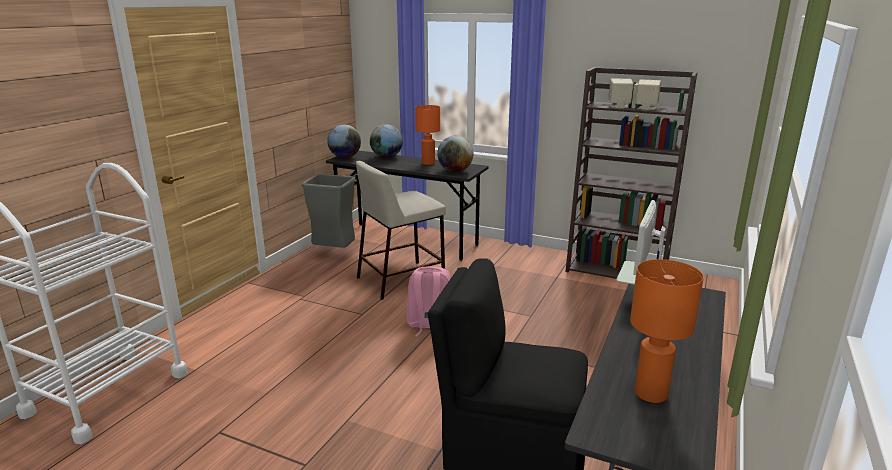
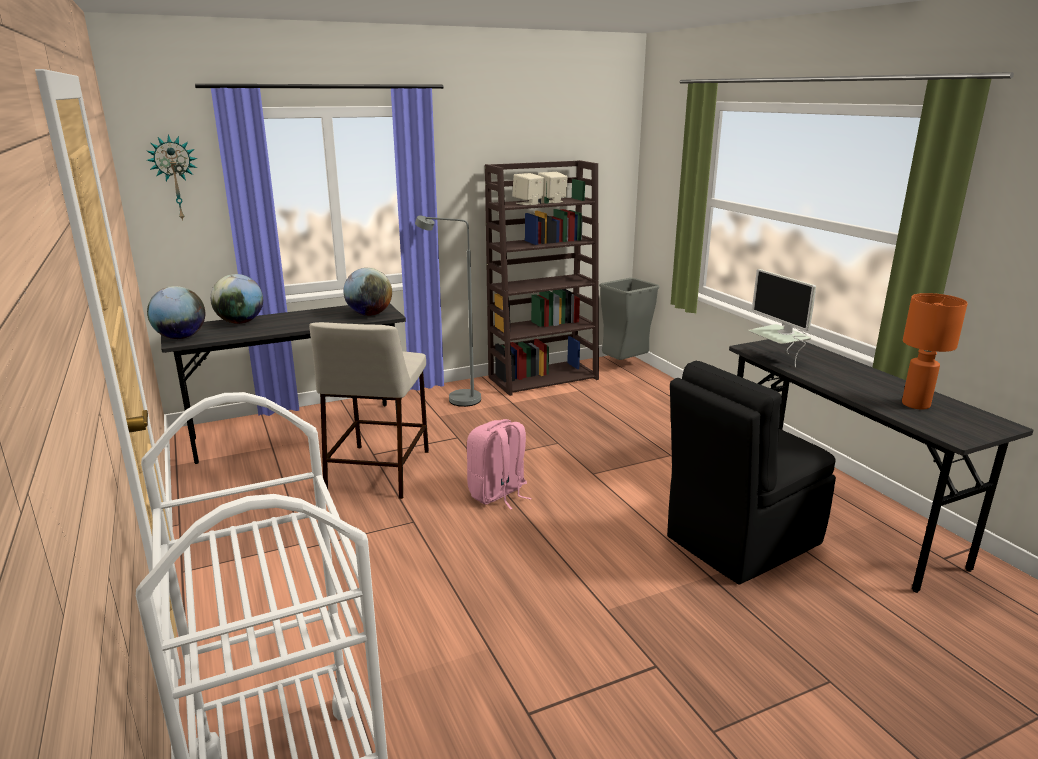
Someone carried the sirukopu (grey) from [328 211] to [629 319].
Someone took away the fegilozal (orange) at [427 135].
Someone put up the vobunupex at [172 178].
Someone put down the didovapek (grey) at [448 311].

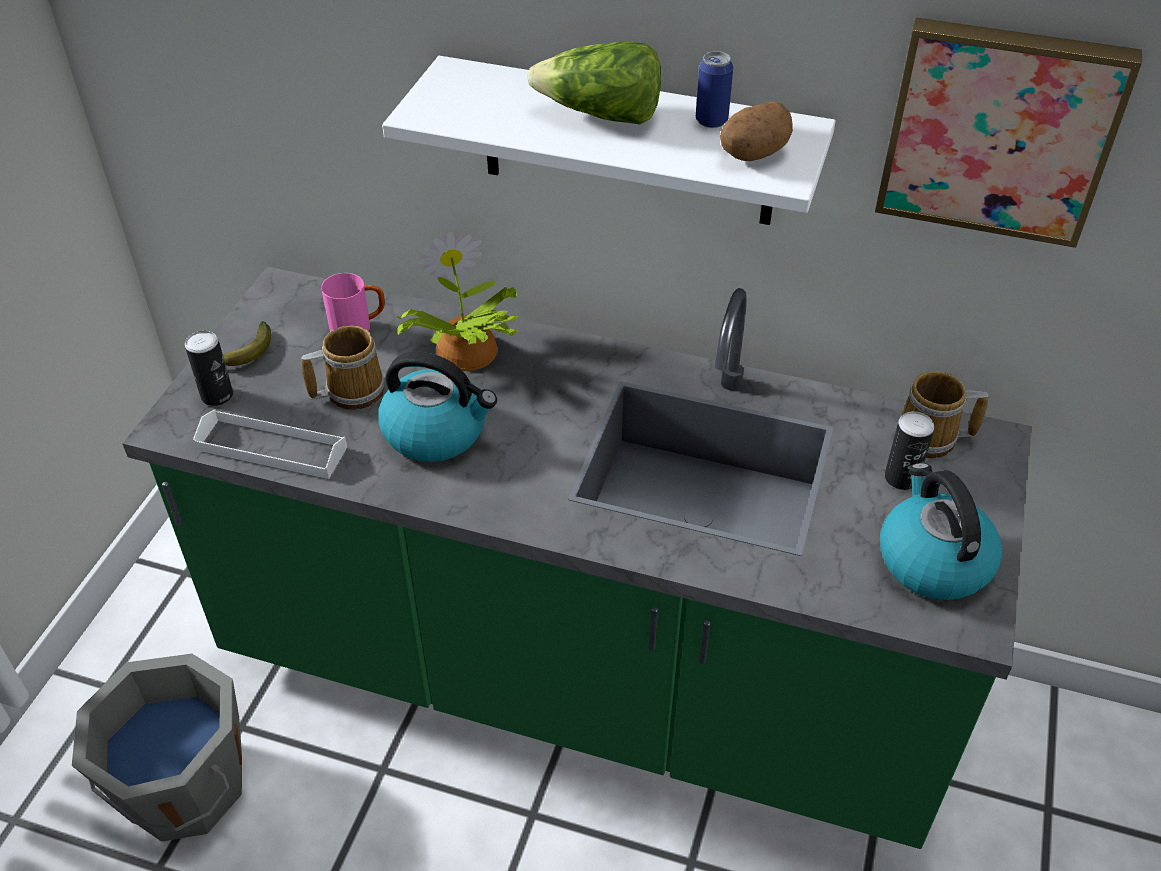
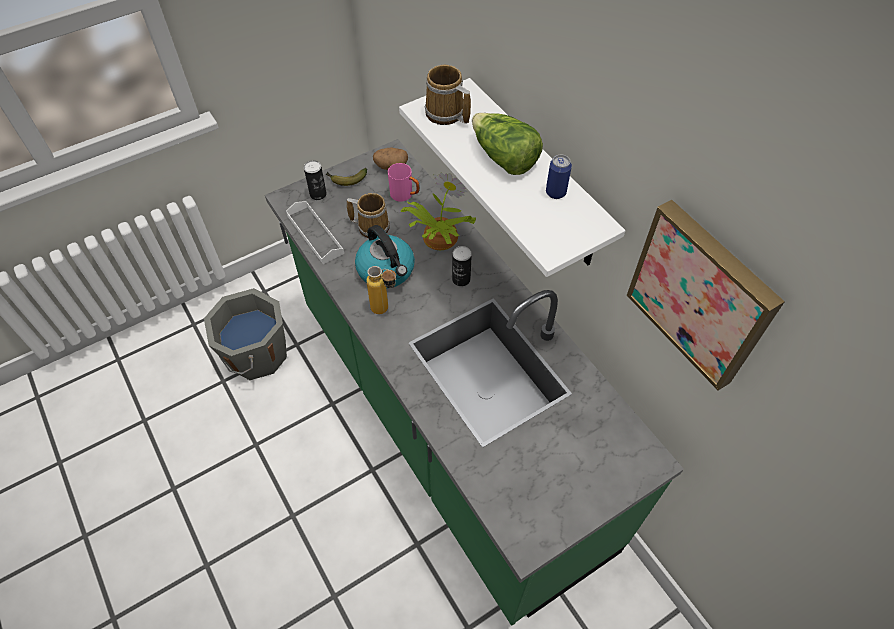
Someone carried the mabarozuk from [756 131] to [390 158].
Someone took away the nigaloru at [941 531].
Someone carried the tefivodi from [909 450] to [462 266].
Someone carried the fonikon from [943 414] to [448 95].
Someone put down the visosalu at [381 290].

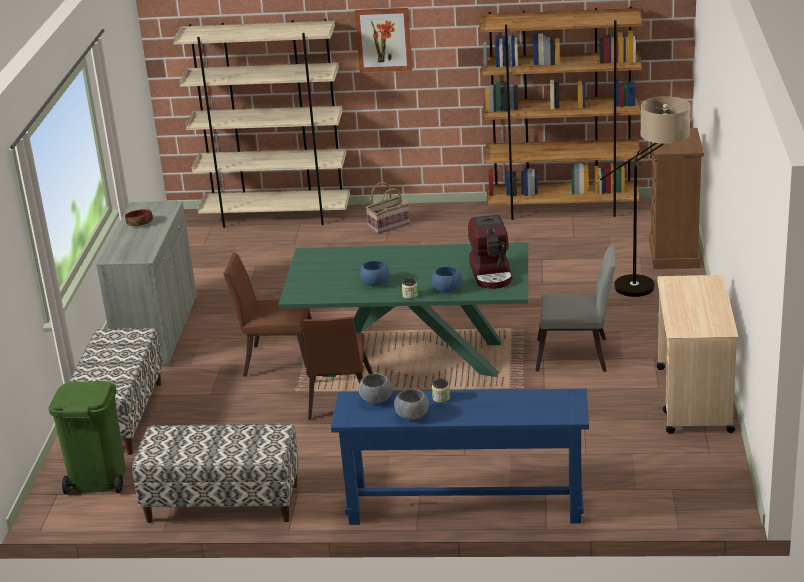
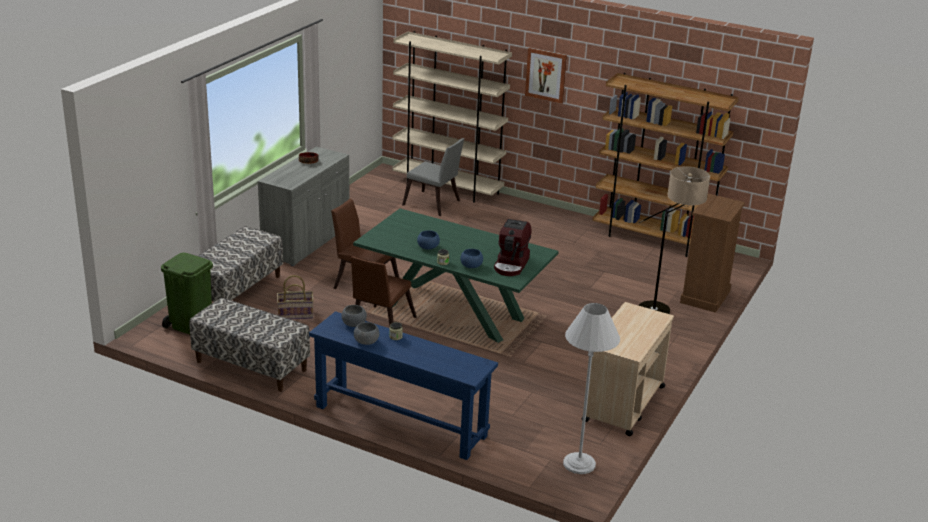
Someone carried the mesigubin from [388 208] to [295 297].
Someone carried the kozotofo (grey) from [575 308] to [433 177].
Someone put down the didovapek (white) at [591 388].

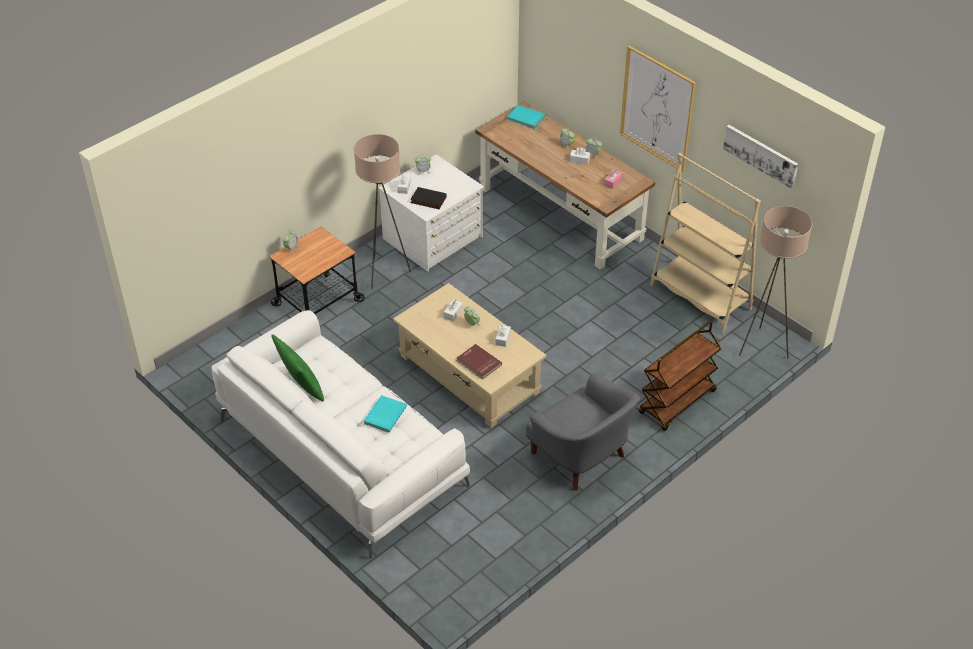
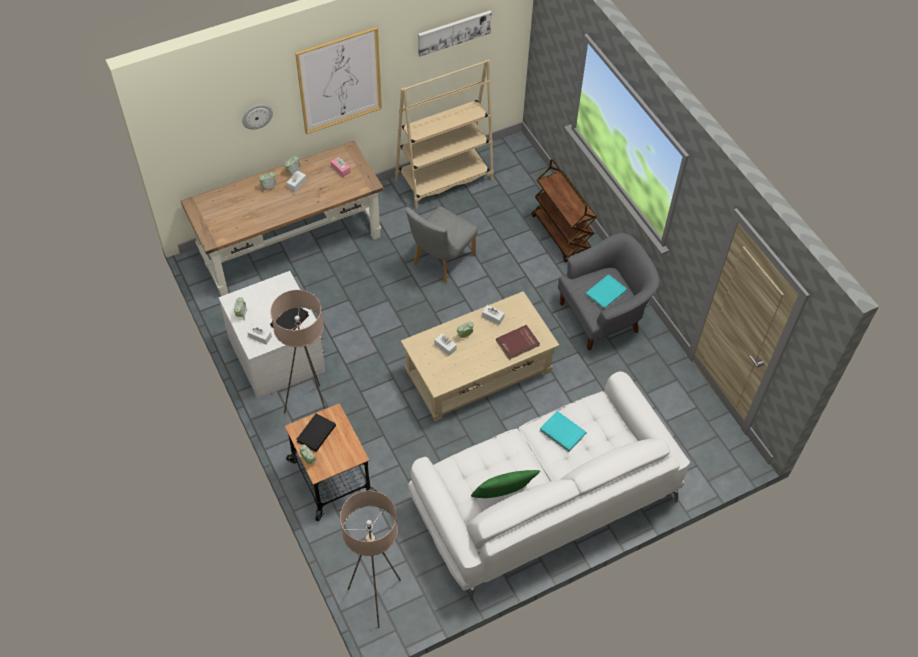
Someone carried the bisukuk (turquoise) from [526 117] to [606 292].
Someone carried the didovapek (beige) from [775 282] to [370 559].
Someone put up the vobunupex at [257 117].
Someone put down the bisukuk (black) at [316 432].
Someone put down the kozotofo (grey) at [441 244].

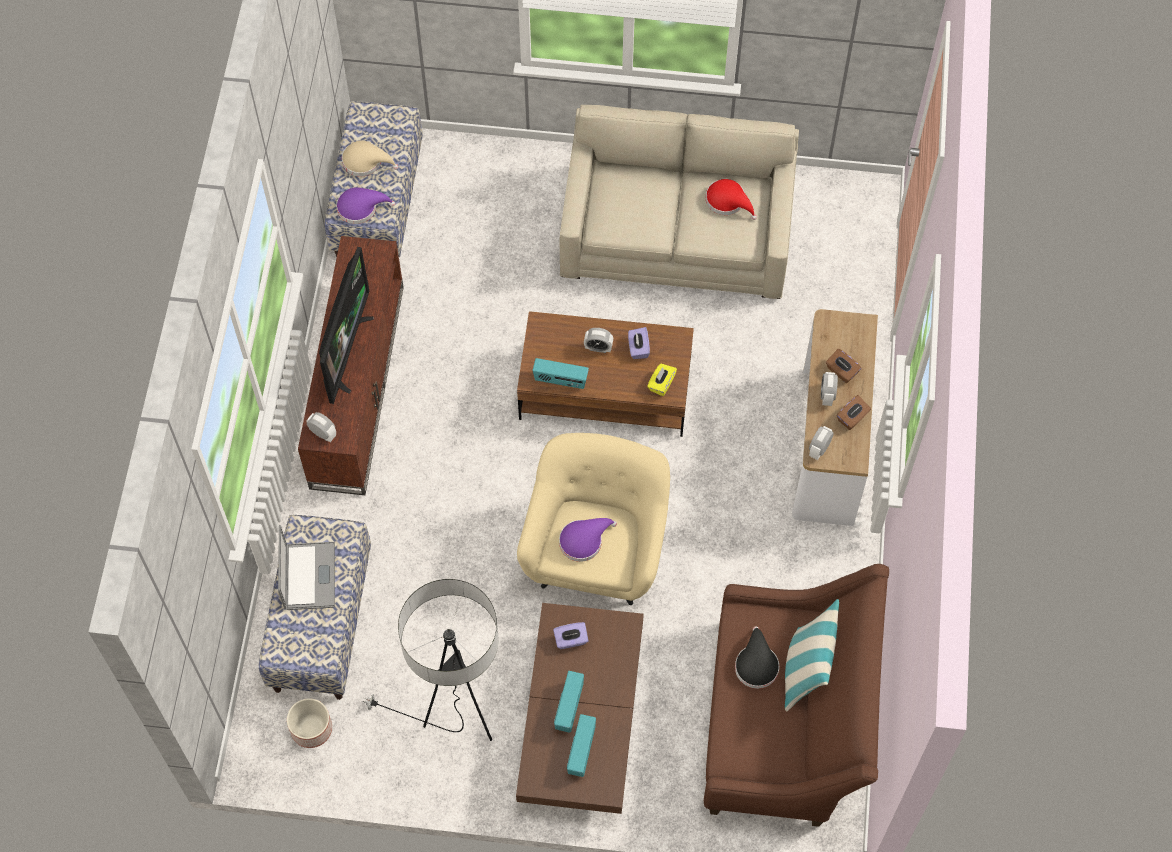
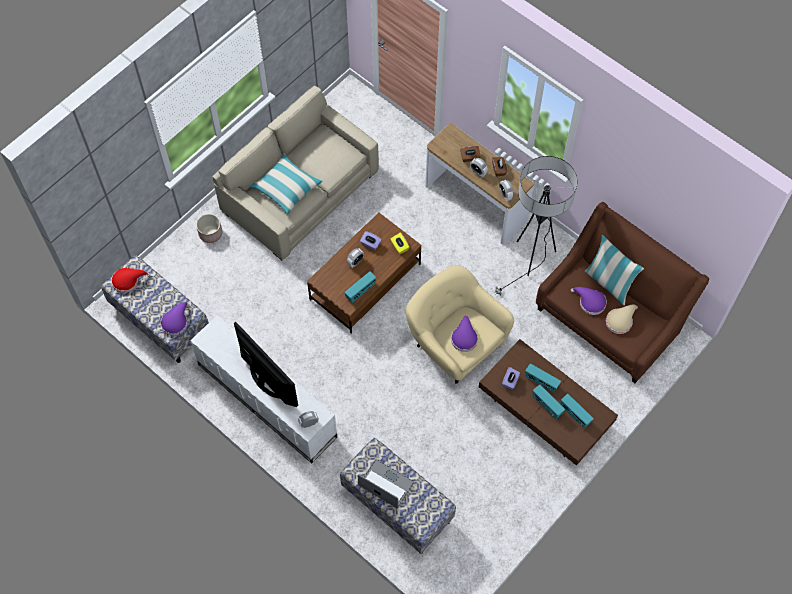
Someone carried the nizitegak from [309 723] to [209 228].
Someone repainted the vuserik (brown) at [351 365], which became the vuserik (white) at [263 389].
Someone carried the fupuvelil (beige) from [370 158] to [622 319].
Someone carried the didovapek from [430 660] to [536 226].
Someone carried the fupuvelil (red) from [731 199] to [130 280].
Someone repainted the fupuvelil (black) at [757 657], which became the fupuvelil (purple) at [589 301].
Someone put down the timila at [286 183].
Someone put down the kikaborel at [543 378].

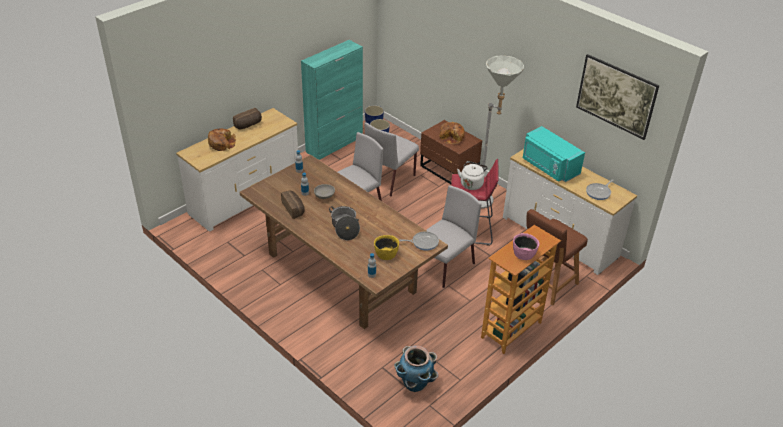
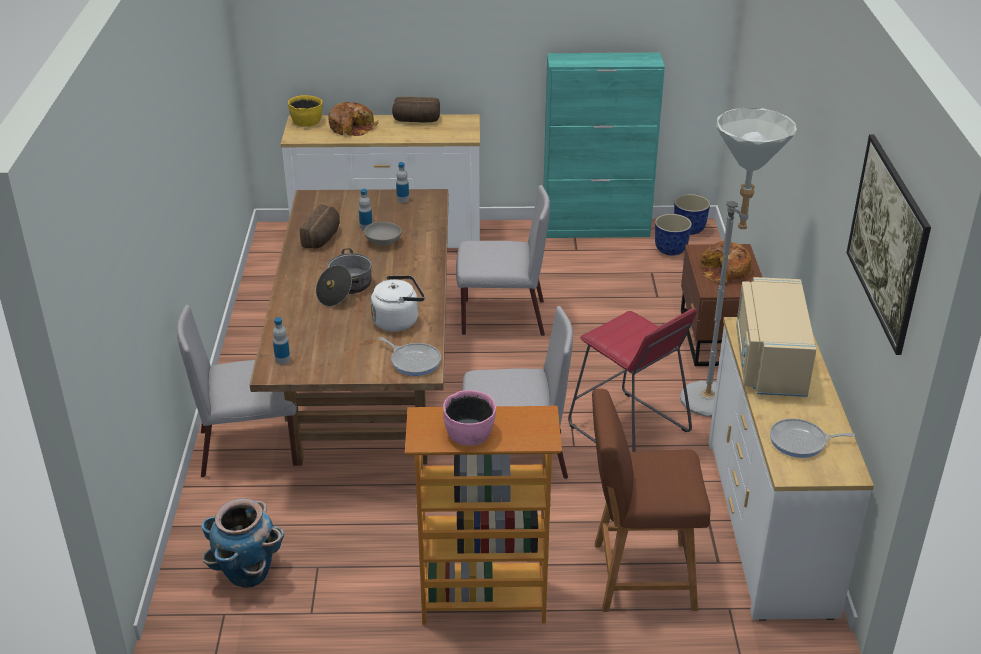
Someone carried the kozotofo (grey) from [391 159] to [237 391].
Someone carried the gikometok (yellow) from [386 247] to [305 111].
Someone carried the nigaloru (white) from [472 175] to [398 303].
Someone repainted the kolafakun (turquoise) at [554 154], which became the kolafakun (beige) at [776 337].

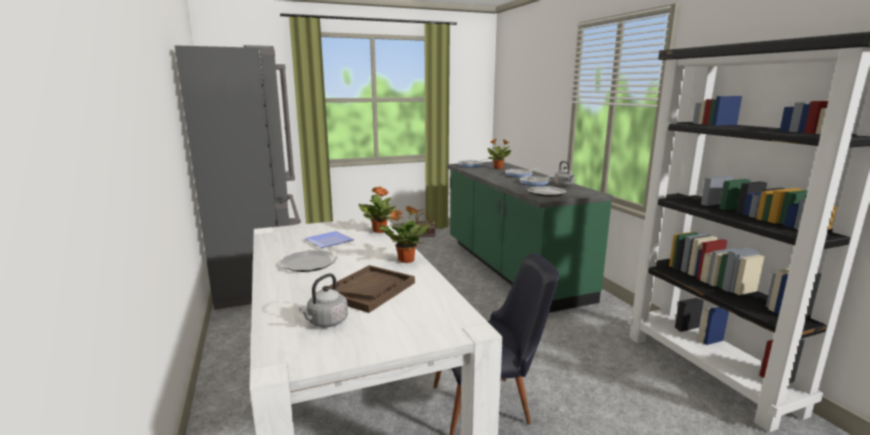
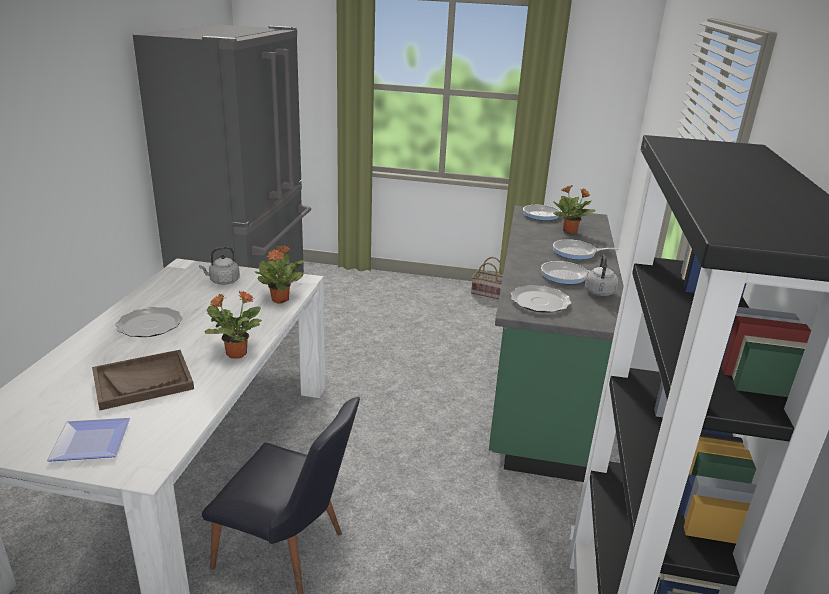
Someone carried the nigaloru (grey) from [323 300] to [219 266].
Someone carried the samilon from [329 239] to [88 440].

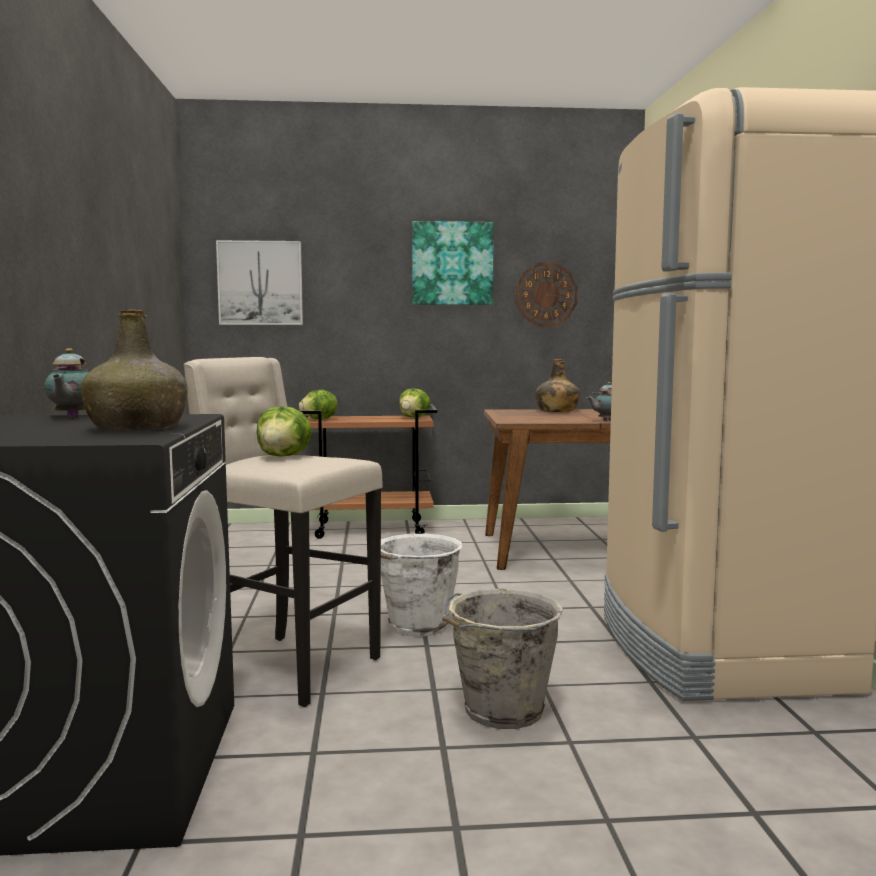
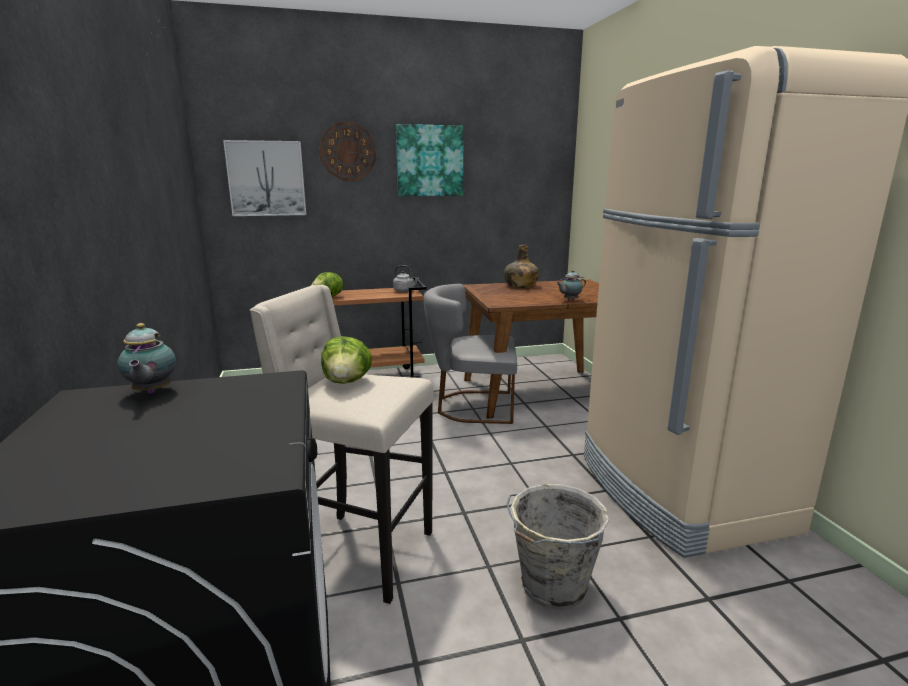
Someone took away the visosalu (green) at [134 370].
Someone took away the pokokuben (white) at [421 585].
Someone swapped the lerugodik at [414 403] for the nigaloru (grey) at [406 278].
Someone carried the vobunupex from [546 295] to [348 151].
Someone put down the kozotofo (grey) at [470 354].

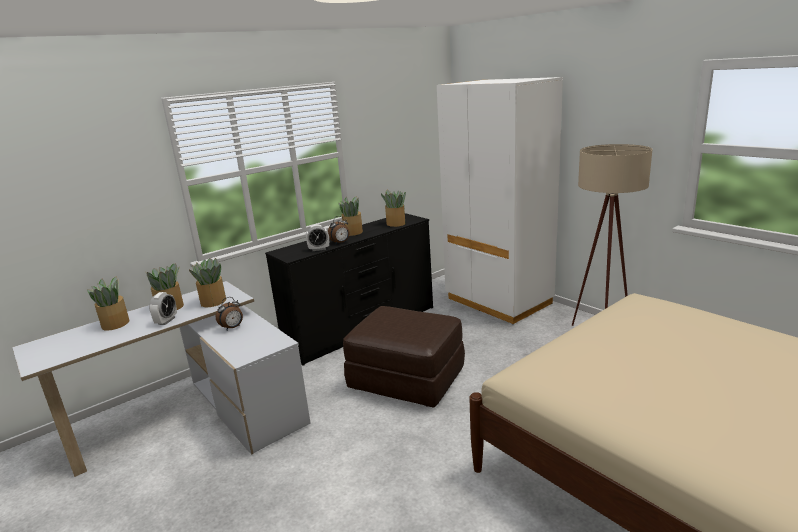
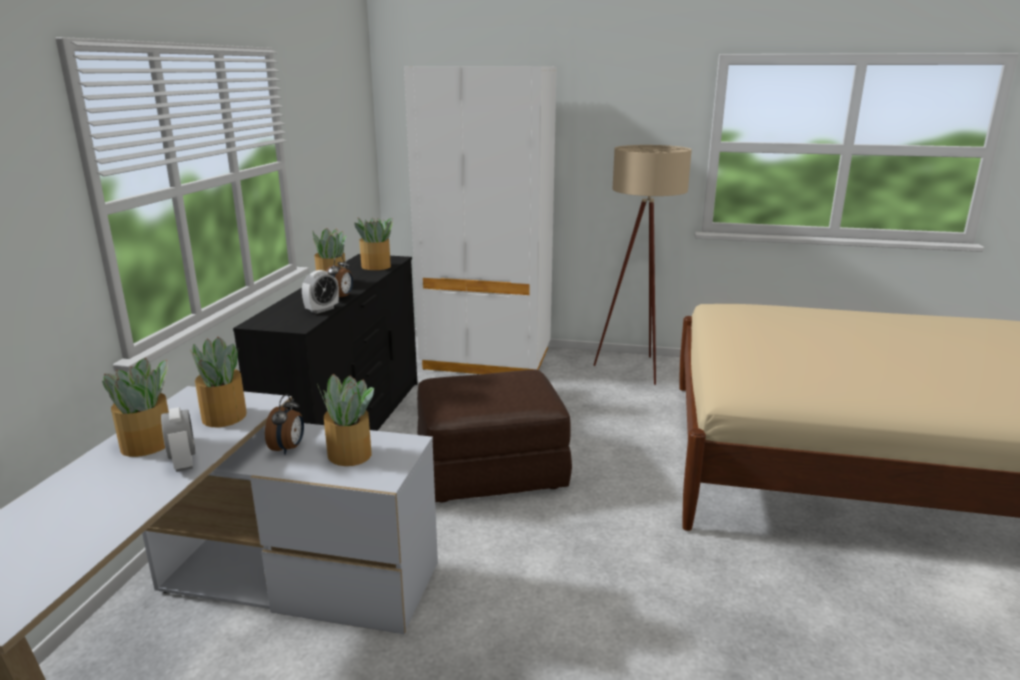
Someone carried the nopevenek from [108 303] to [345 420].

